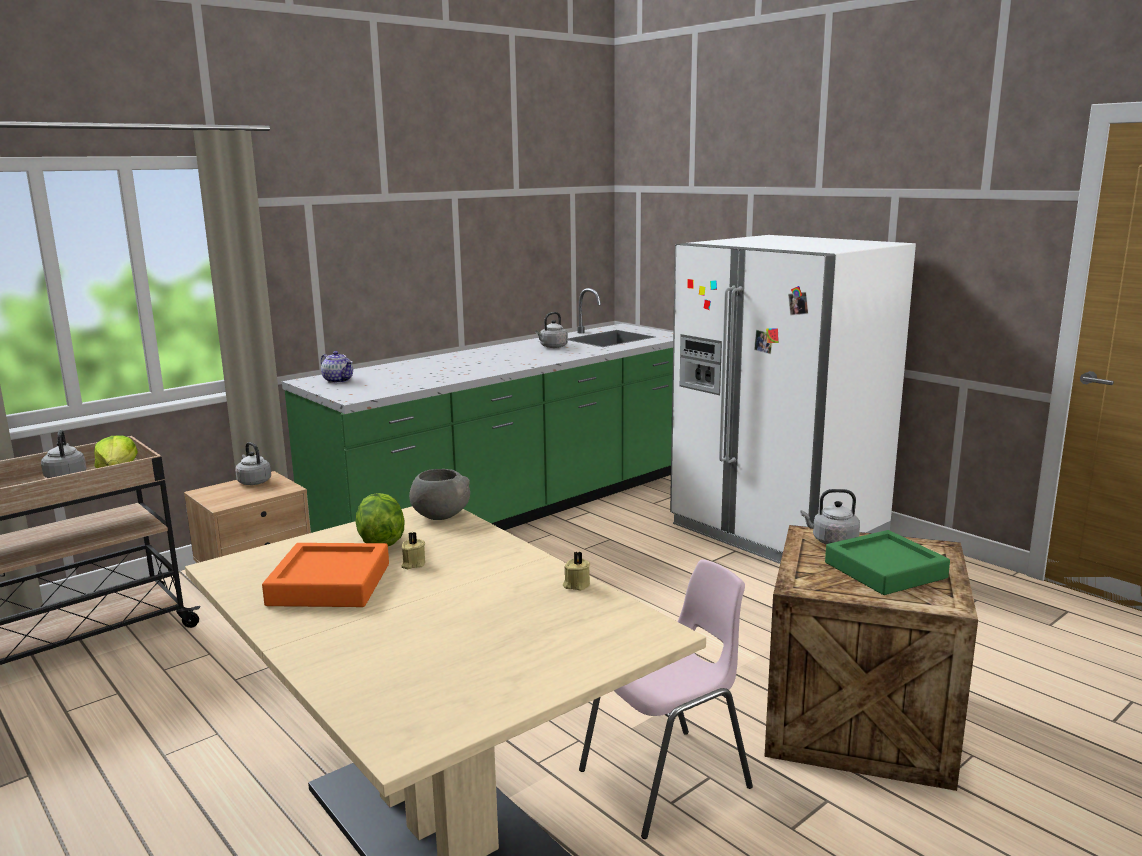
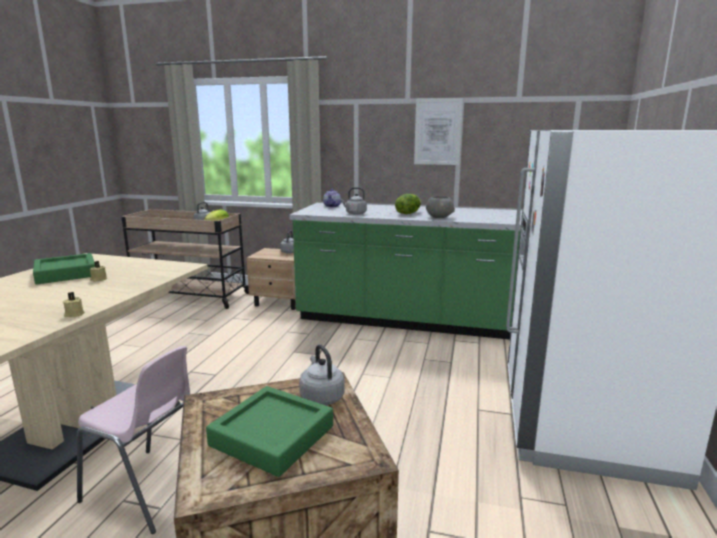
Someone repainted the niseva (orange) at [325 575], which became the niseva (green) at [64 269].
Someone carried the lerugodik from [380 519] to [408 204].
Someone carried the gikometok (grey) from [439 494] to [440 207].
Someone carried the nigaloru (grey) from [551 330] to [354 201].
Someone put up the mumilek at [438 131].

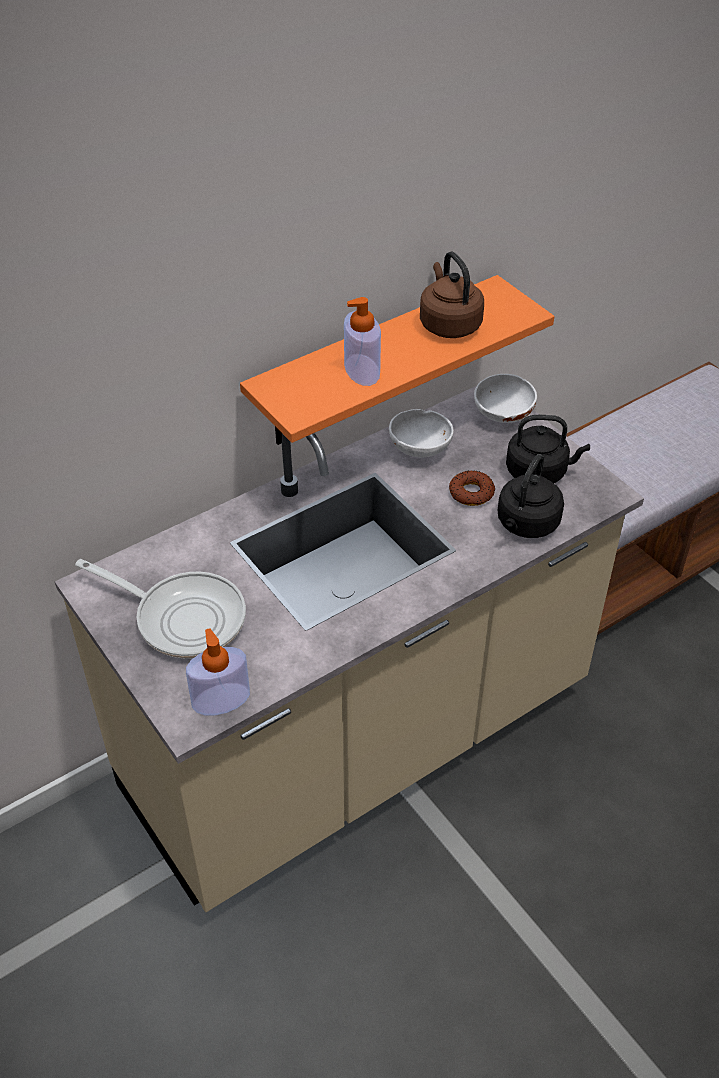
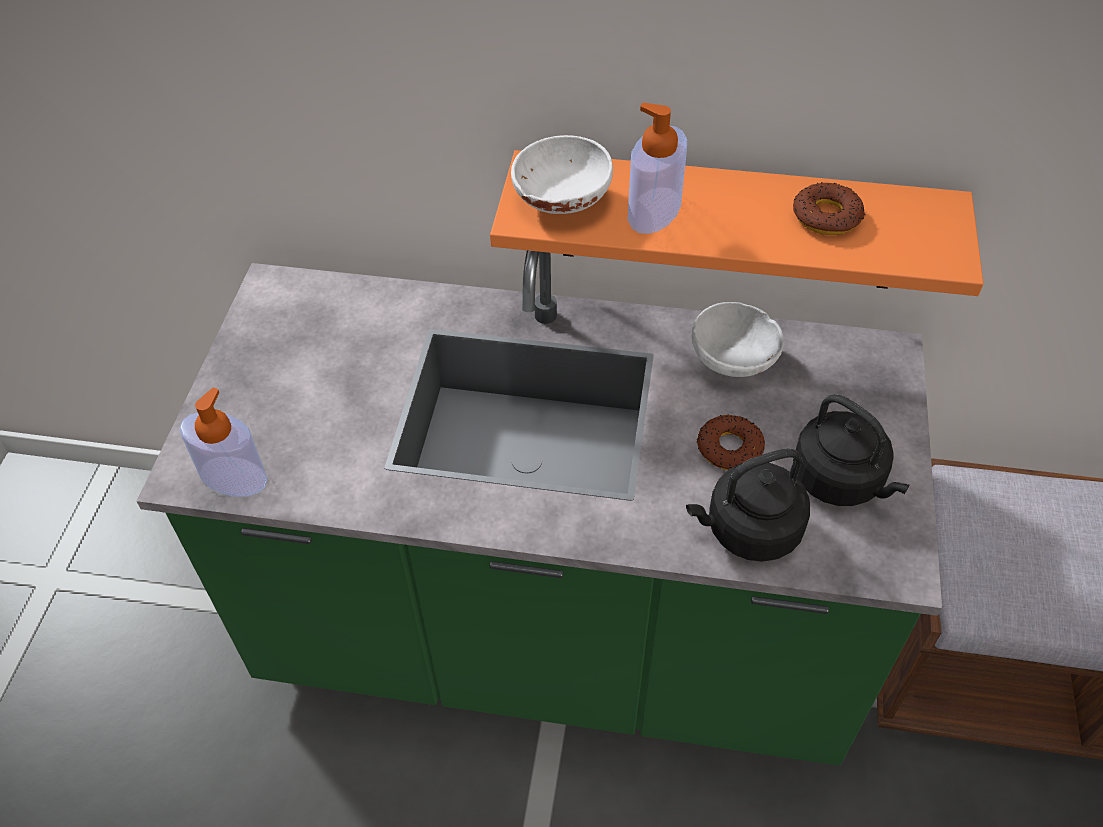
Someone repainted the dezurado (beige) at [349 649], which became the dezurado (green) at [539 508].
Someone took away the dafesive at [160 608].
Someone swapped the nigaloru (brown) at [452 294] for the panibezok at [829 208].
Someone carried the gikometok (white) from [505 398] to [562 174].

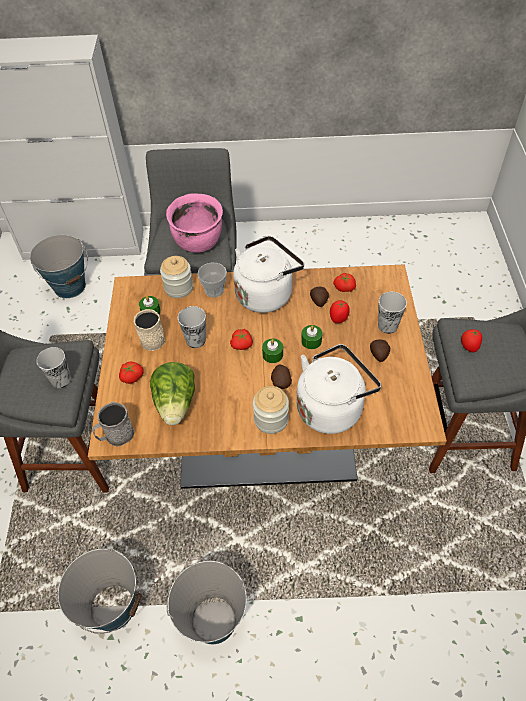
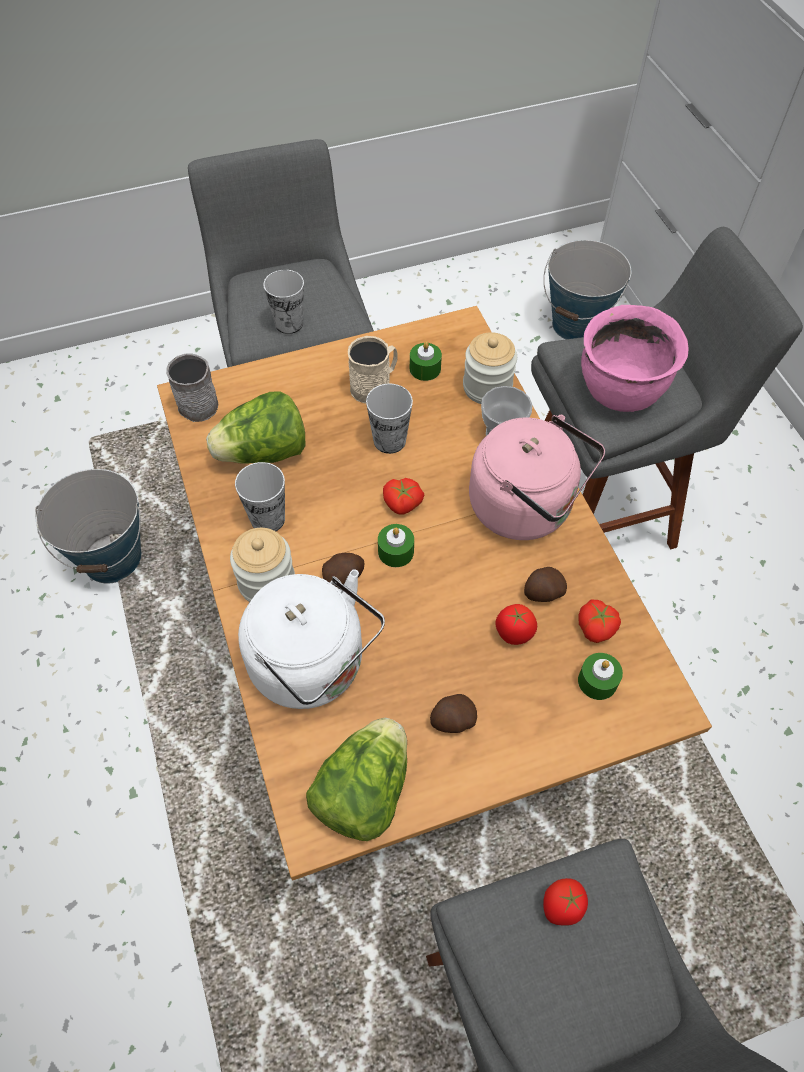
Someone took away the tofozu at [131 373].
Someone took away the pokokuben at [207 602].
Someone repainted the nigaloru (white) at [268 274], which became the nigaloru (pink) at [537 477].
Someone carried the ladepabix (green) from [311 337] to [600 676].
Someone carried the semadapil from [392 313] to [260 496].
Someone put down the lerugodik at [356 779].

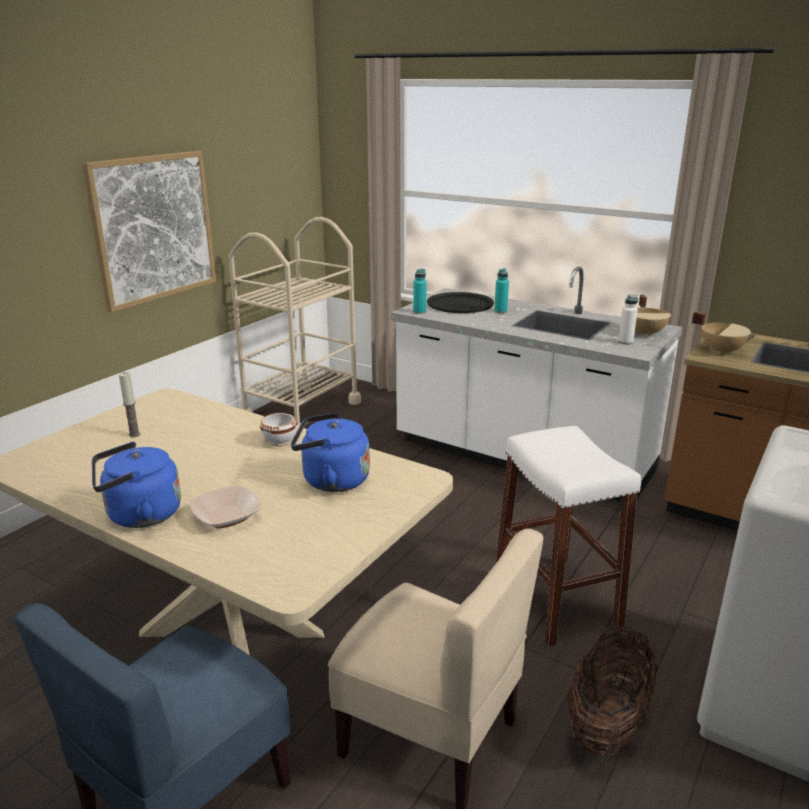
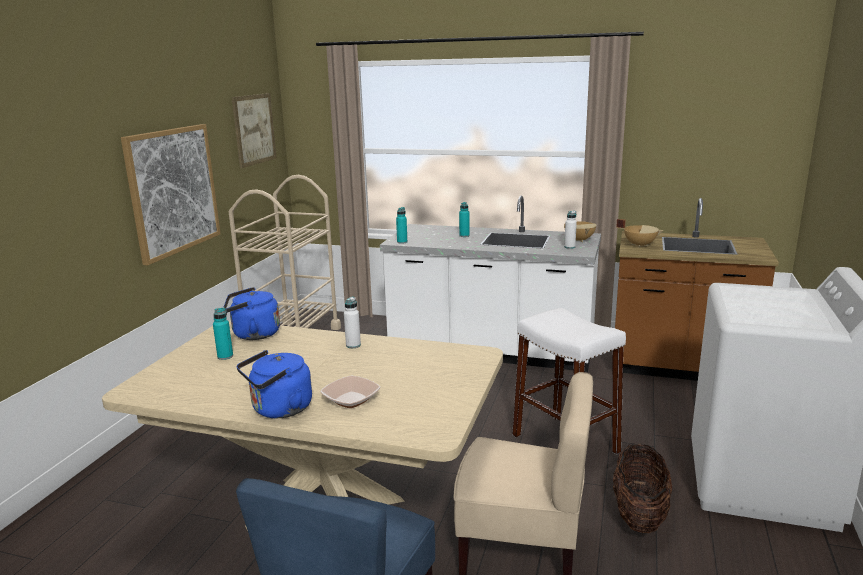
Someone swapped the ladepabix at [130 404] for the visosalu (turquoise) at [223 334].
Someone swapped the gikometok (white) at [278 429] for the visosalu (white) at [352 322].
Someone carried the nigaloru (blue) from [330 452] to [251 313].
Someone took away the niseva (black) at [460 302].
Someone put up the mumilek at [254 130].

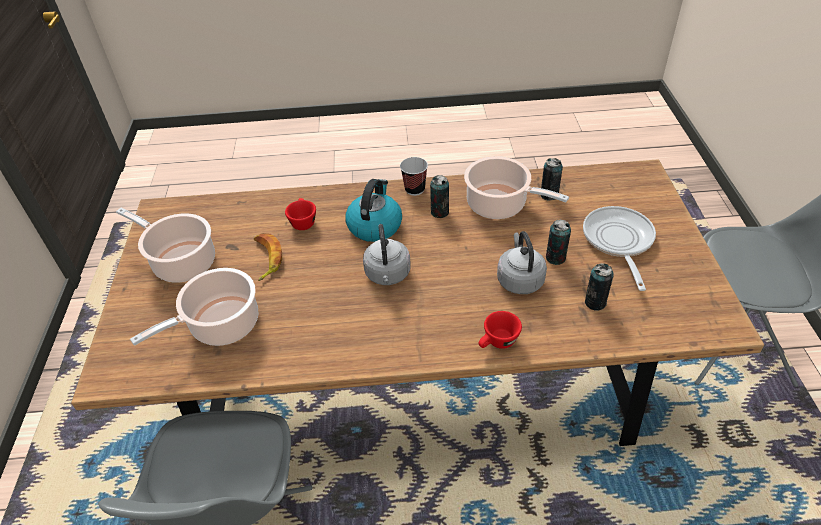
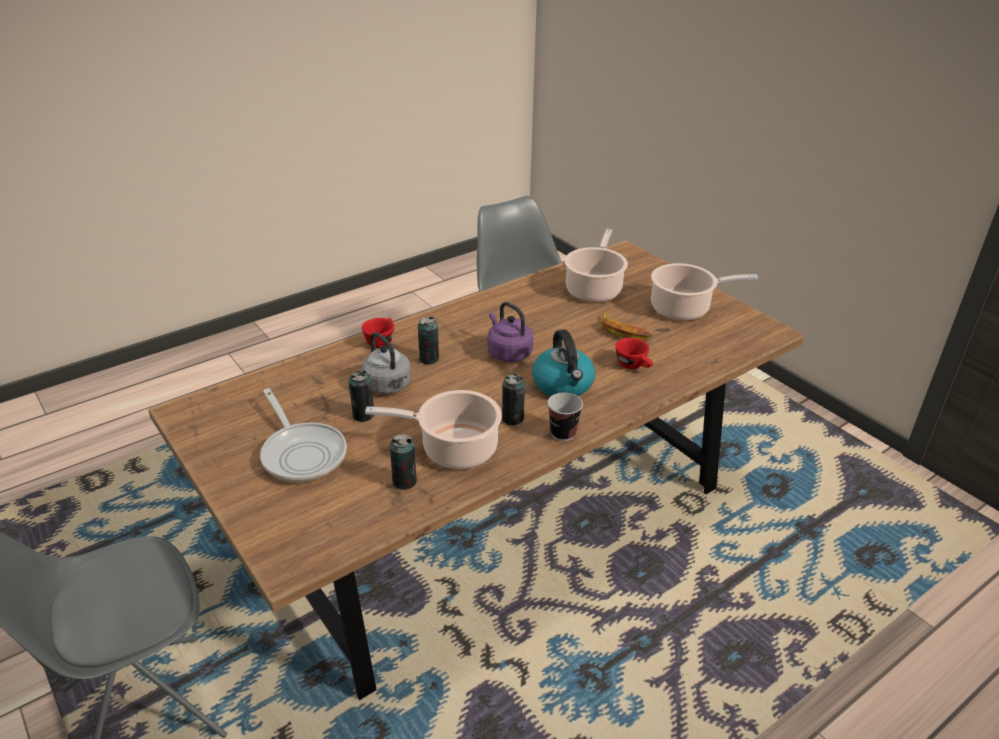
Someone repainted the nigaloru (grey) at [387 254], which became the nigaloru (purple) at [510 332].
Someone carried the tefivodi from [599 287] to [428 340].

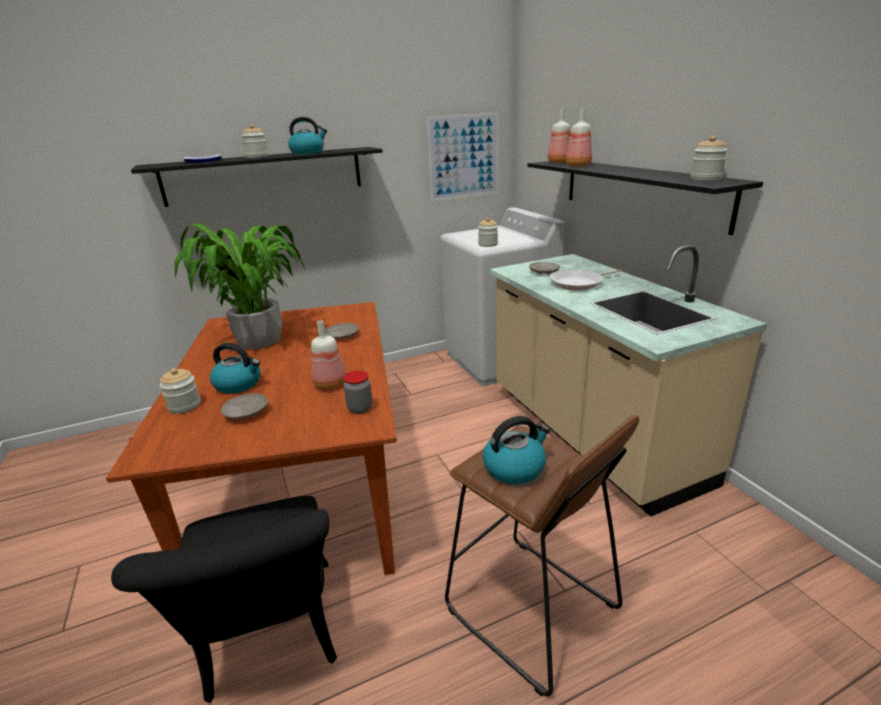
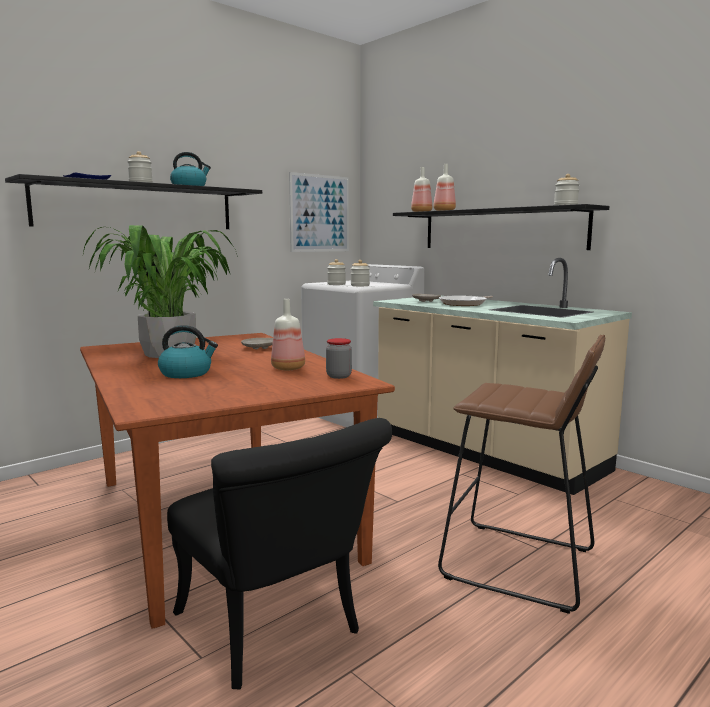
Someone carried the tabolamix from [180 391] to [336 272].
Someone took away the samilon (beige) at [244 406].
Someone took away the nigaloru at [516 450].

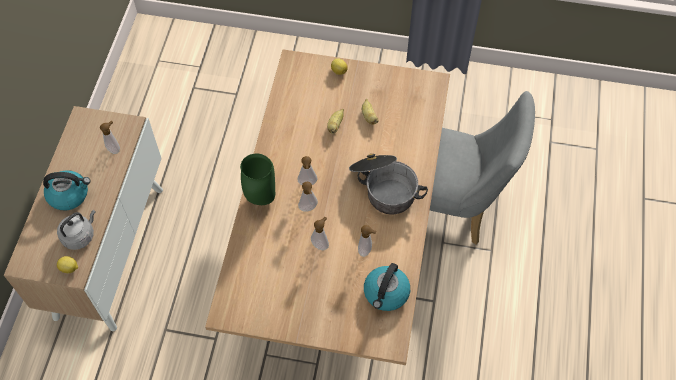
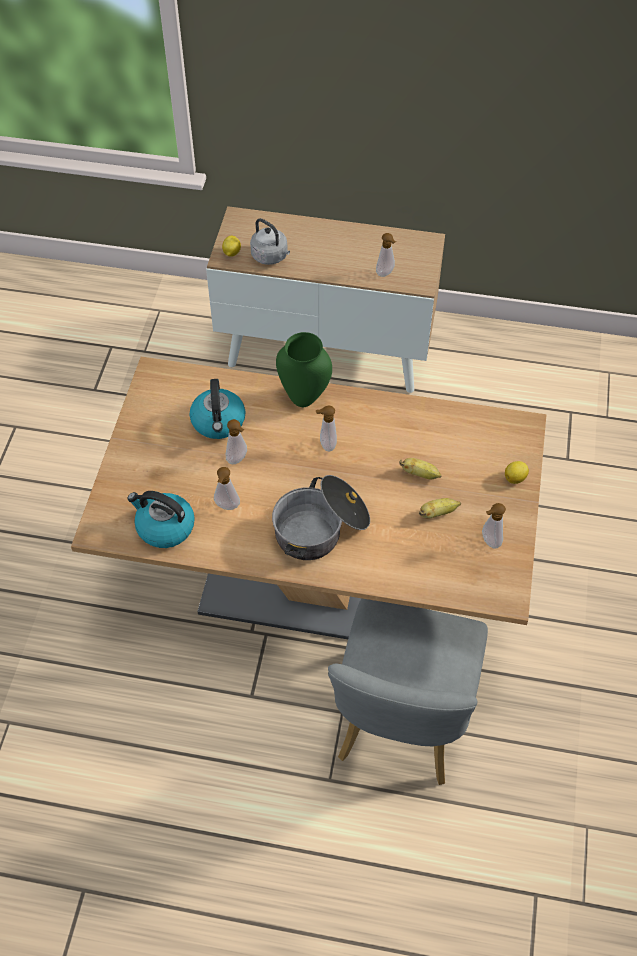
Someone carried the nigaloru from [67 190] to [217 409].
Someone carried the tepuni from [308 197] to [494 526].

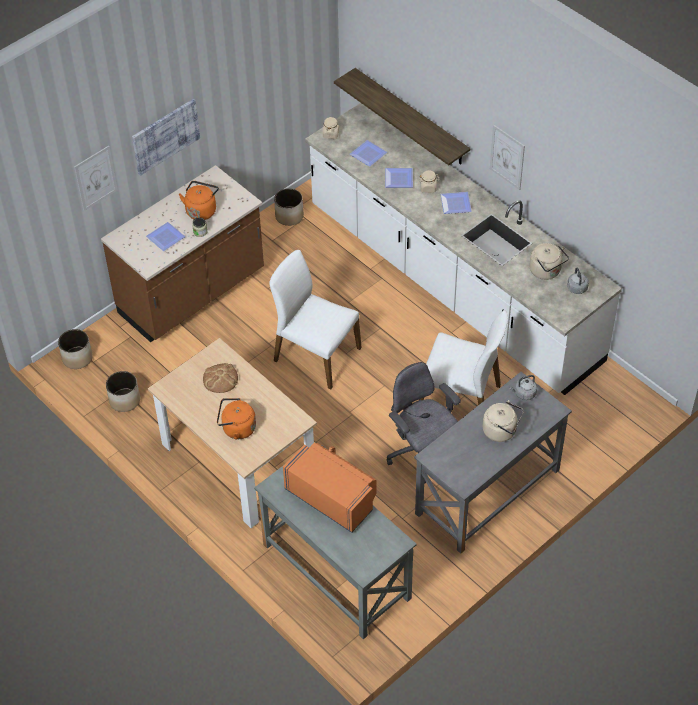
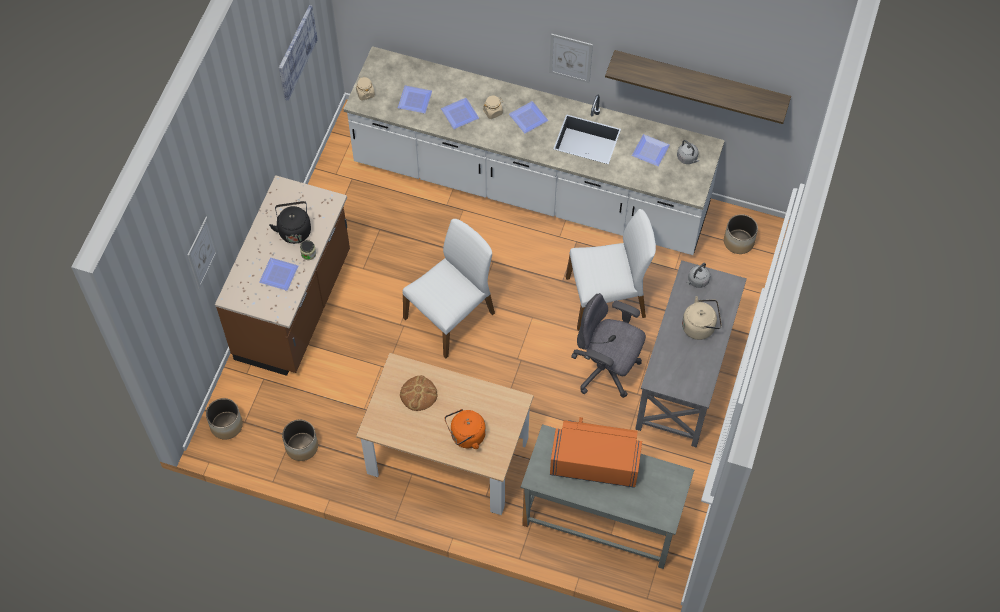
Someone carried the mumilek from [166 137] to [298 53].
Someone repainted the nigaloru (orange) at [199 200], which became the nigaloru (black) at [290 222].
Someone rotated the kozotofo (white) at [315 320] by 135 degrees clockwise.
Someone carried the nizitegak from [289 207] to [741 234].
Someone carried the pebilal from [402 116] to [698 87].
Someone swapped the nigaloru (beige) at [549 261] for the samilon at [651 150].

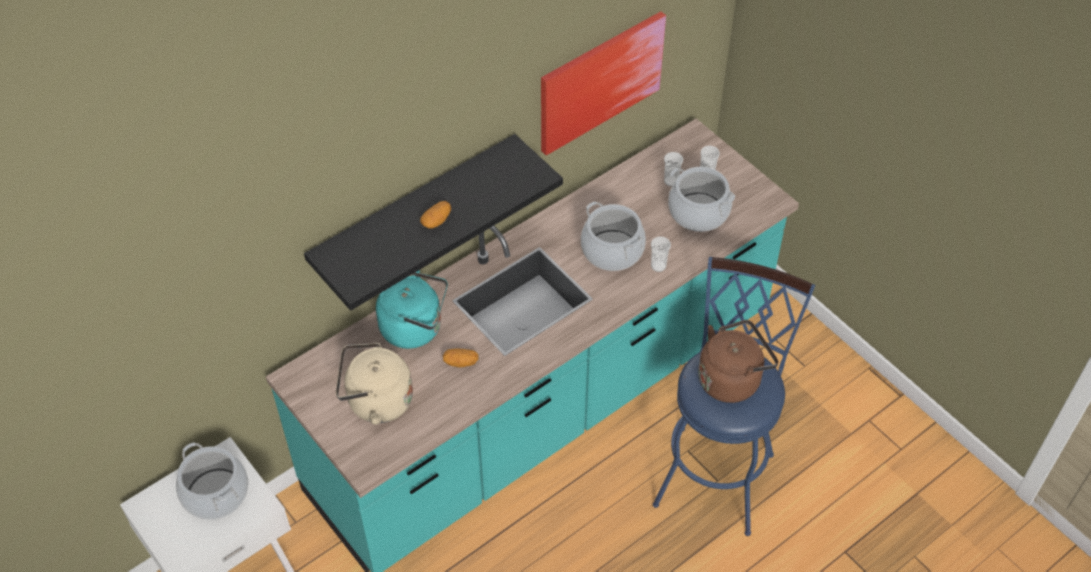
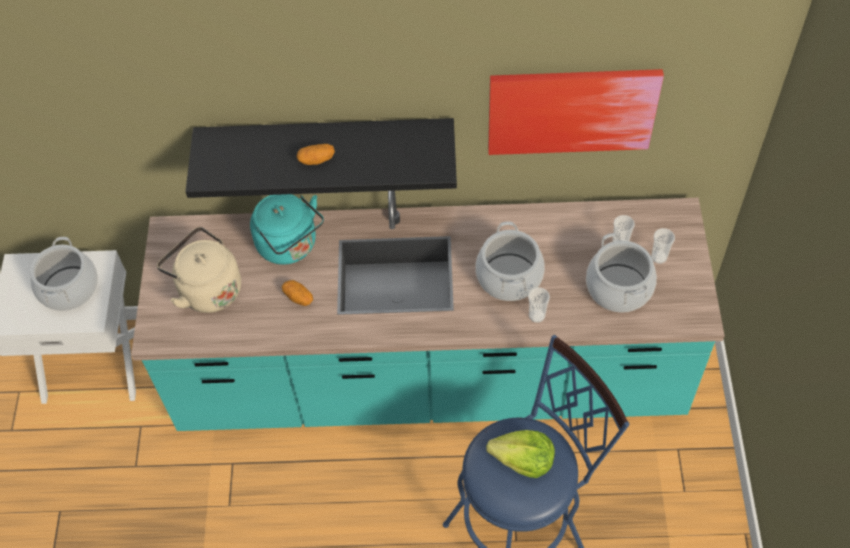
Someone swapped the nigaloru (brown) at [738 361] for the lerugodik at [520 454].

